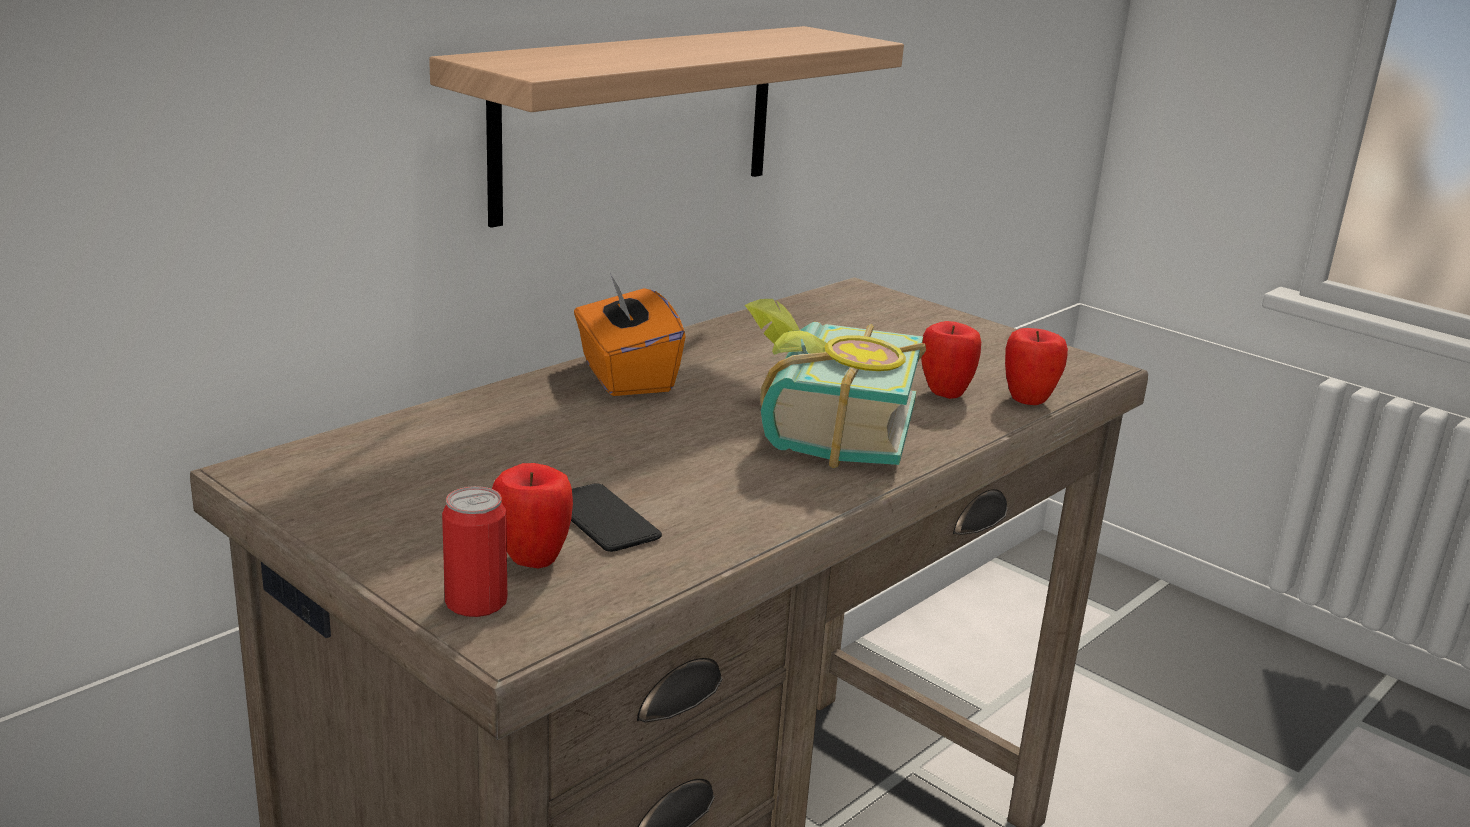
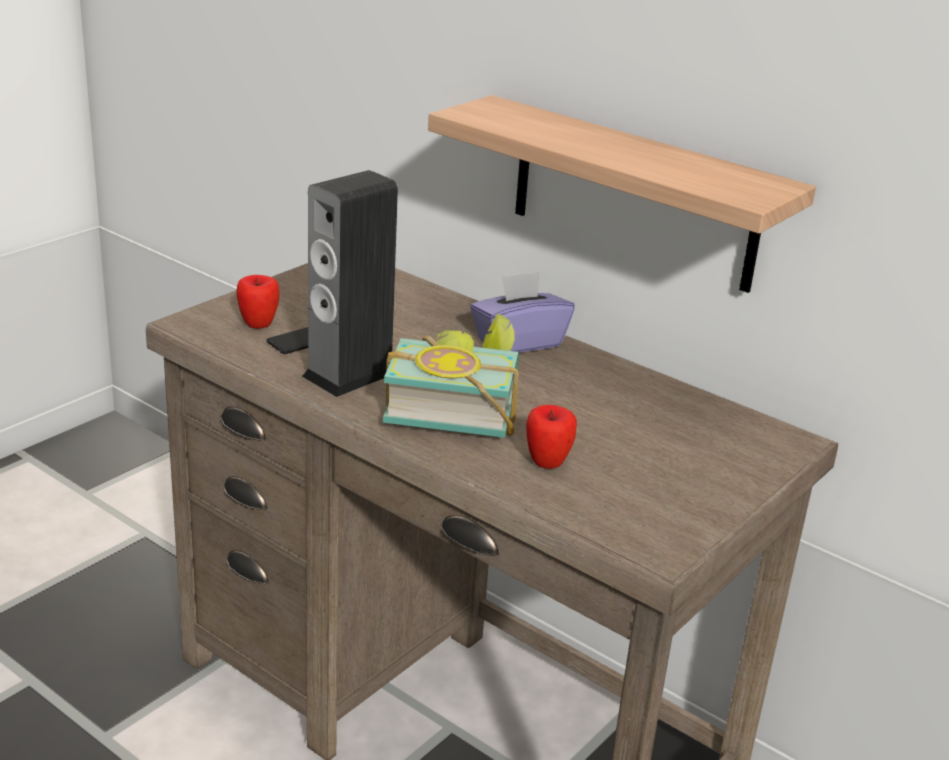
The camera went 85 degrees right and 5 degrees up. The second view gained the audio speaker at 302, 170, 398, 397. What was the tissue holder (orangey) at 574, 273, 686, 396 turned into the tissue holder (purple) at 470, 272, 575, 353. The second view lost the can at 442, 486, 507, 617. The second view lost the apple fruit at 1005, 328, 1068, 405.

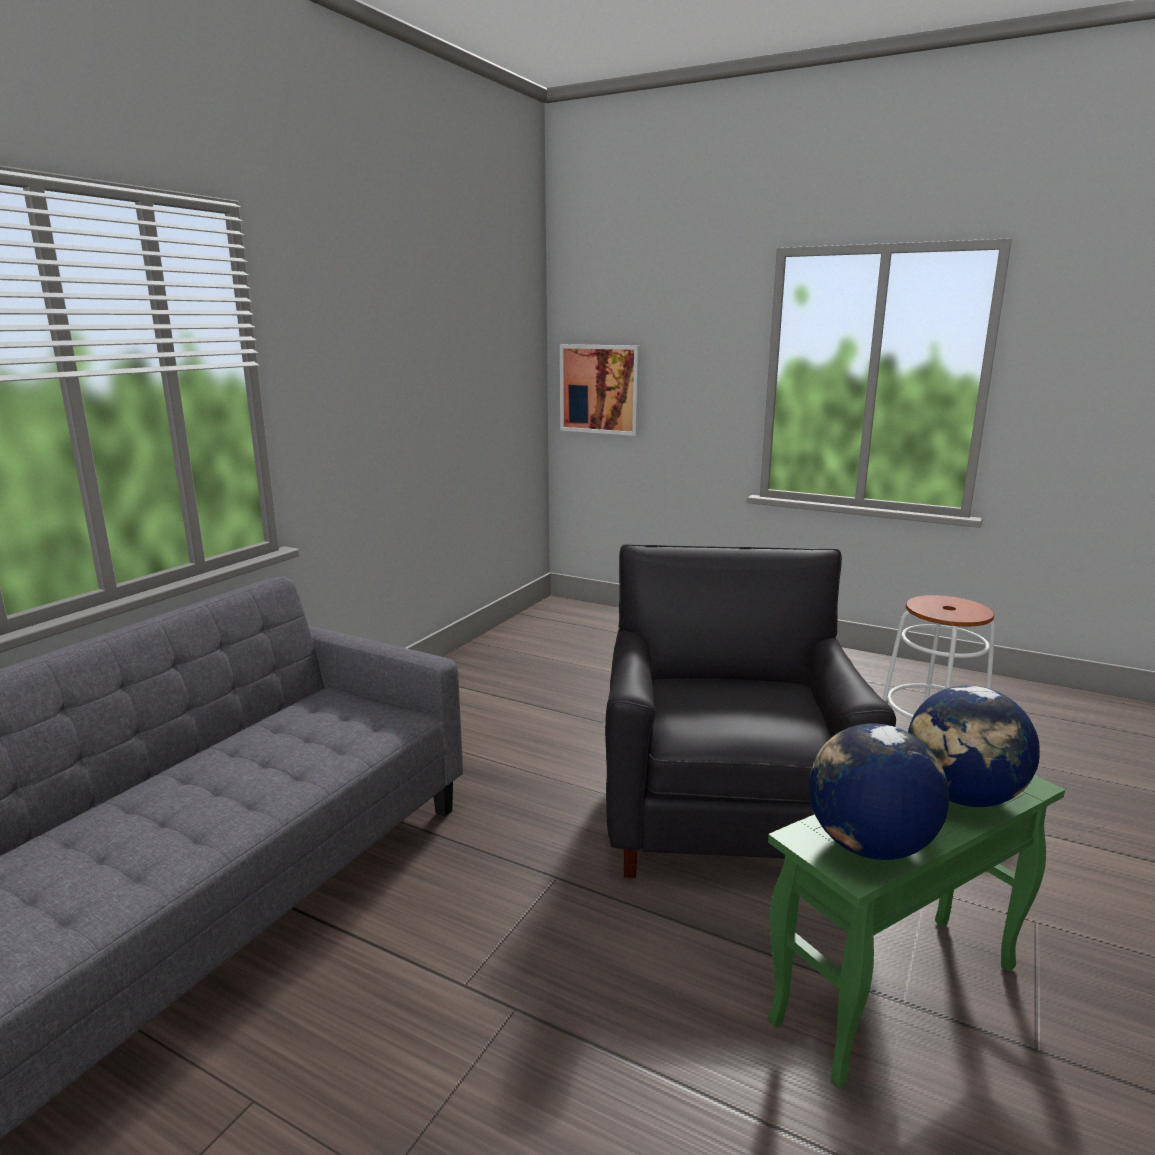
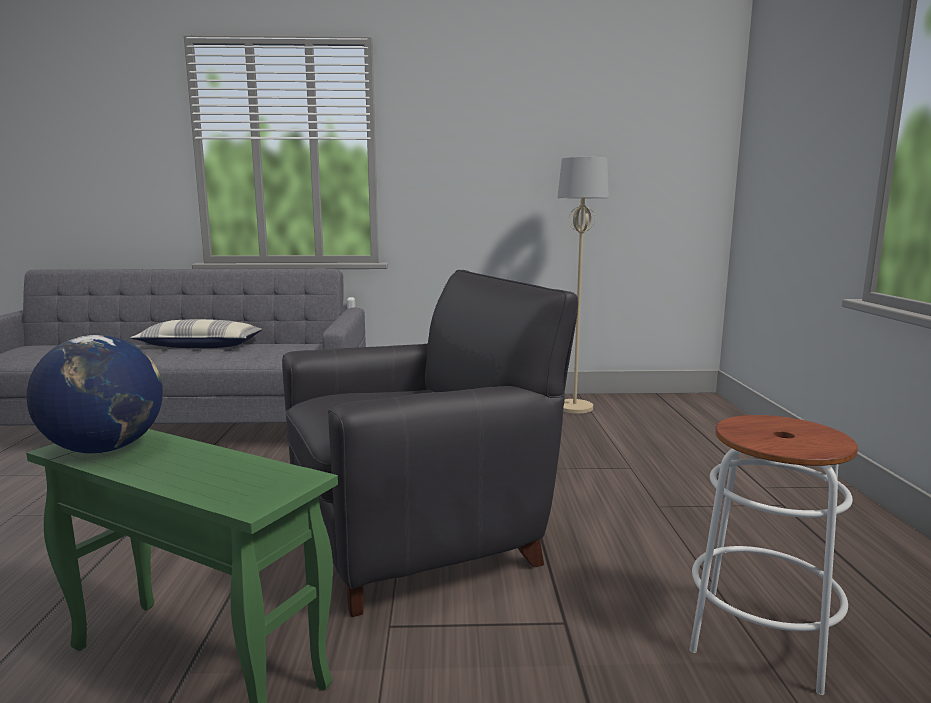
The camera went 60 degrees right and 5 degrees down. The second view gained the cushion at 131, 319, 263, 348. The second view gained the standard lamp (beige-coloured) at 557, 157, 609, 414. The second view lost the picture at 560, 344, 640, 436. The second view lost the globe at 908, 685, 1040, 807.

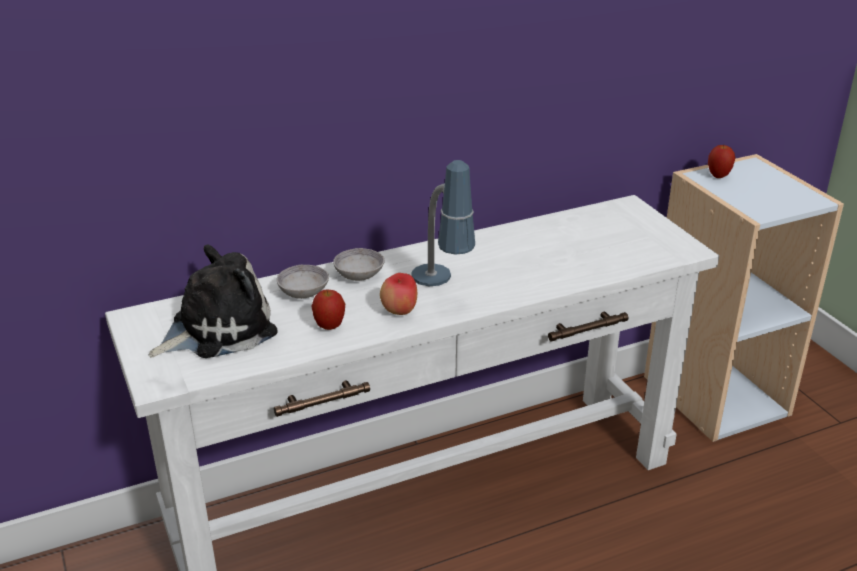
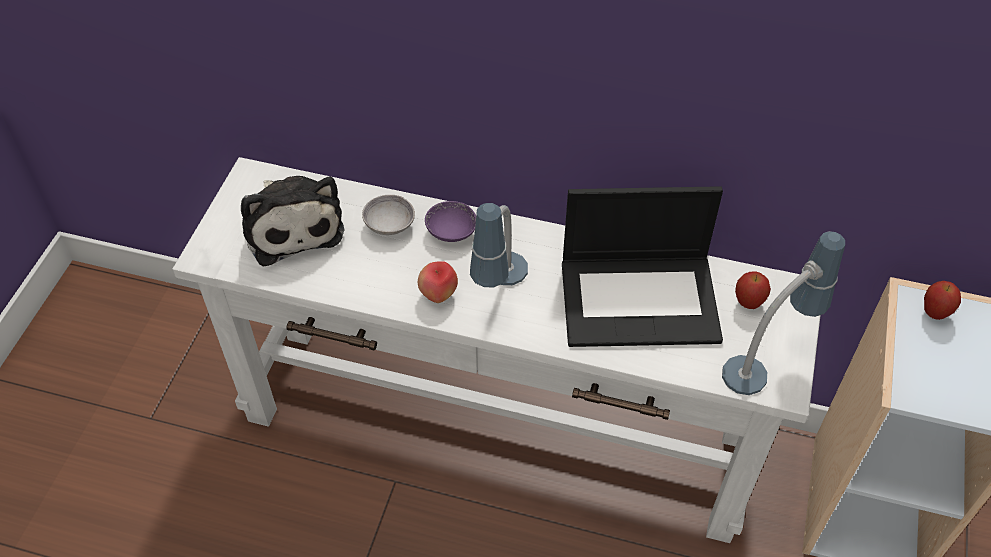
The camera went 40 degrees right and 20 degrees up. The soft toy at 148, 244, 278, 358 ended up facing another way, 60 degrees clockwise from before. What was the bowl (grey) at 333, 248, 385, 281 turned into the bowl (purple) at 425, 201, 476, 242. The second view gained the notebook computer at 562, 186, 723, 347. The second view gained the table lamp at 722, 231, 845, 395. The apple fruit ended up elsewhere, having gone from 312, 289, 345, 330 to 735, 271, 771, 309.

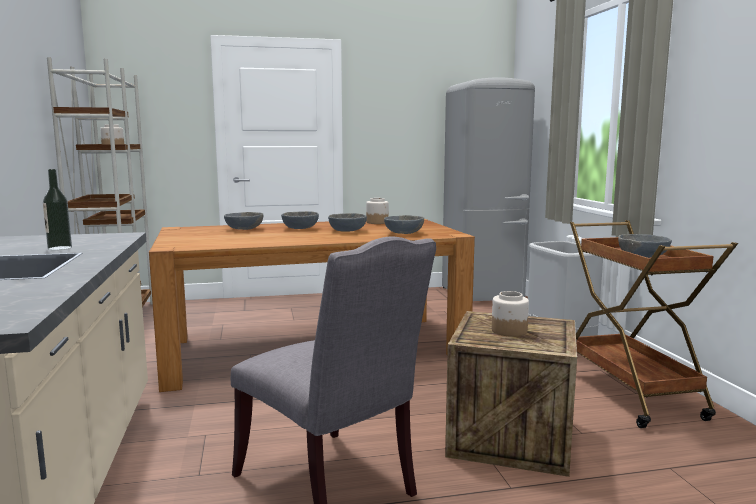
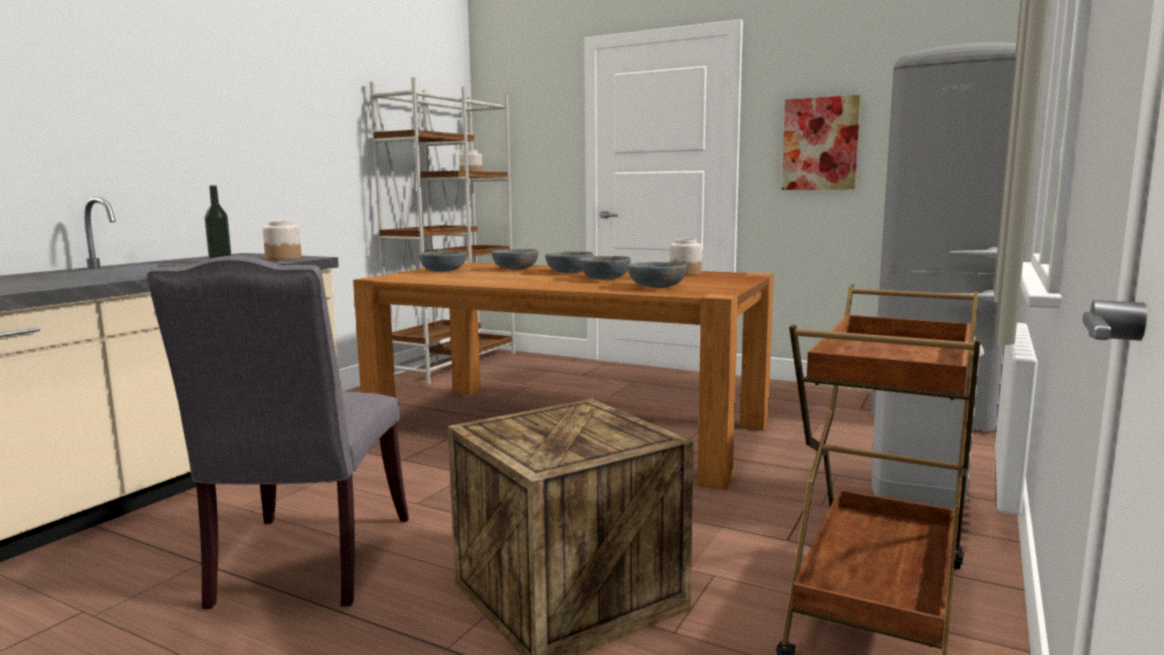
The camera went 40 degrees right and 0 degrees up. The storage jar ended up elsewhere, having gone from 492, 291, 529, 337 to 263, 221, 302, 260. The bowl (grey) ended up elsewhere, having gone from 618, 234, 672, 258 to 419, 250, 467, 272. The second view gained the picture at 782, 95, 861, 190.

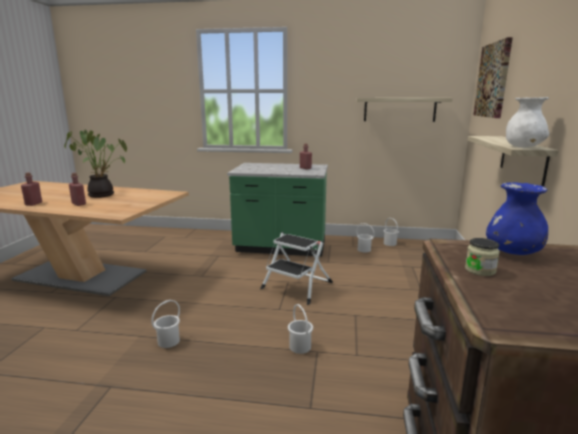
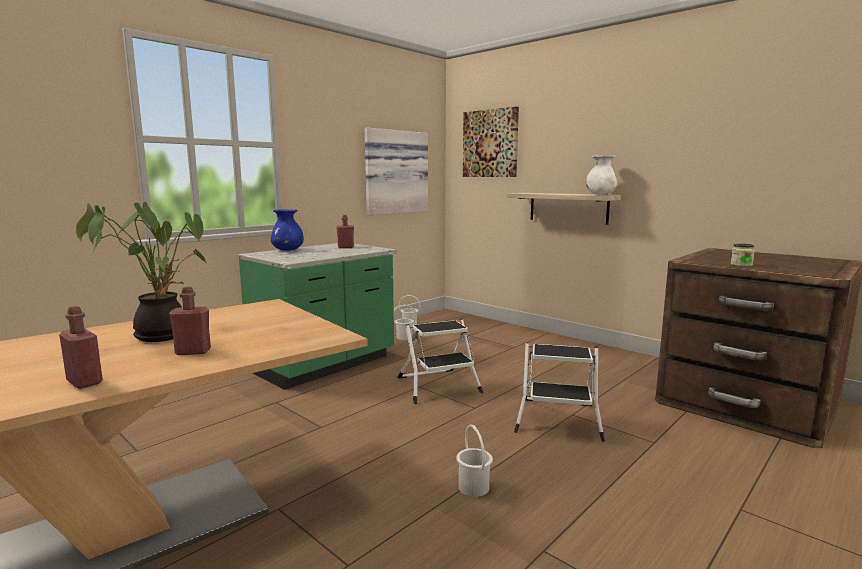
The camera went 55 degrees left and 5 degrees down. The decorative vase (blue-coloured) ended up elsewhere, having gone from 486, 182, 548, 255 to 271, 209, 304, 251. Where the shelf hung at 356, 98, 453, 122, the picture came to hang at 365, 128, 428, 215. Where the pail (white) stood at 288, 304, 313, 354, the step ladder came to stand at 514, 342, 605, 442.

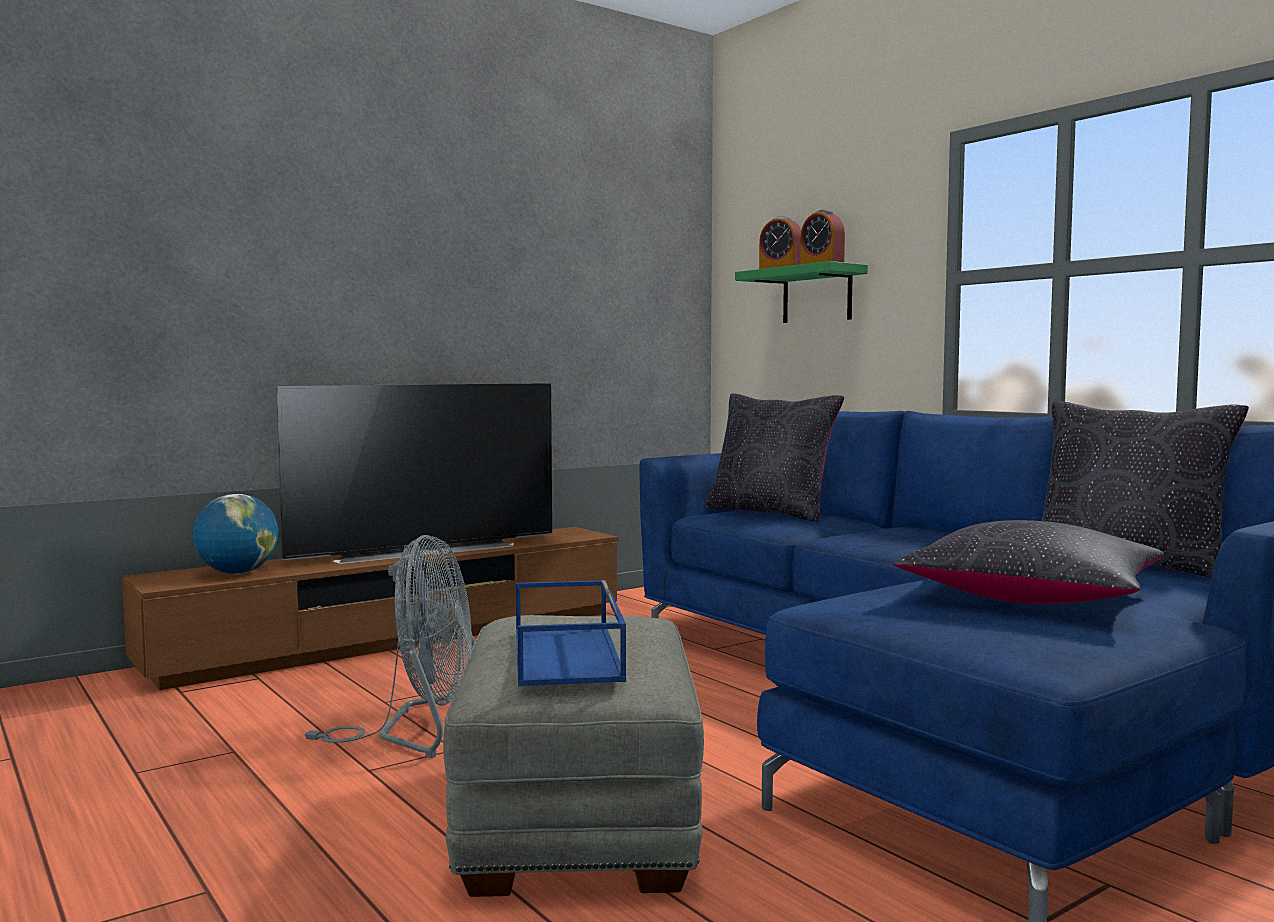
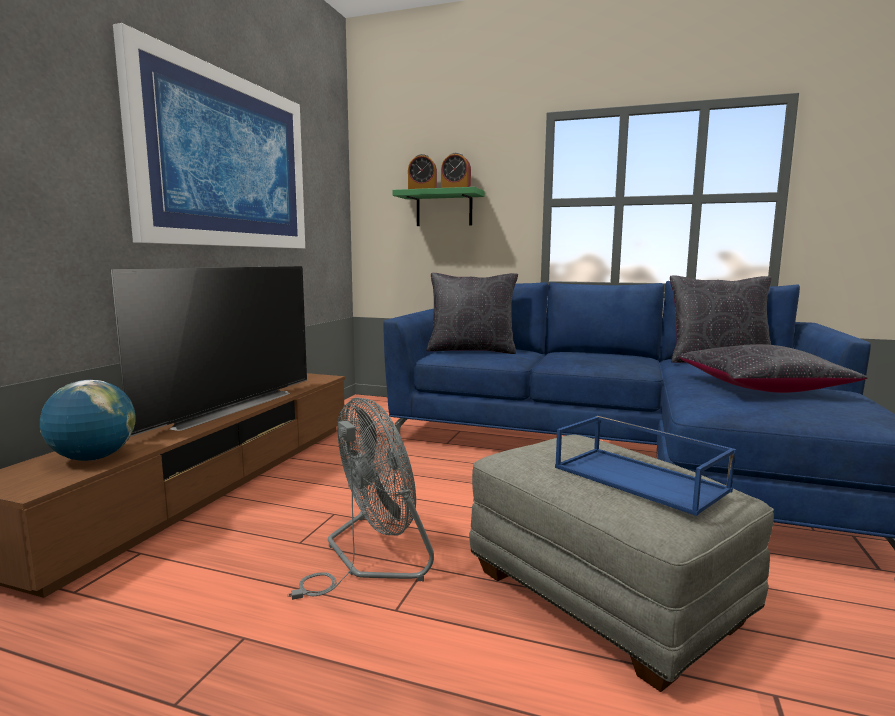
The camera went 35 degrees left and 5 degrees up. The second view gained the picture at 113, 23, 305, 248.

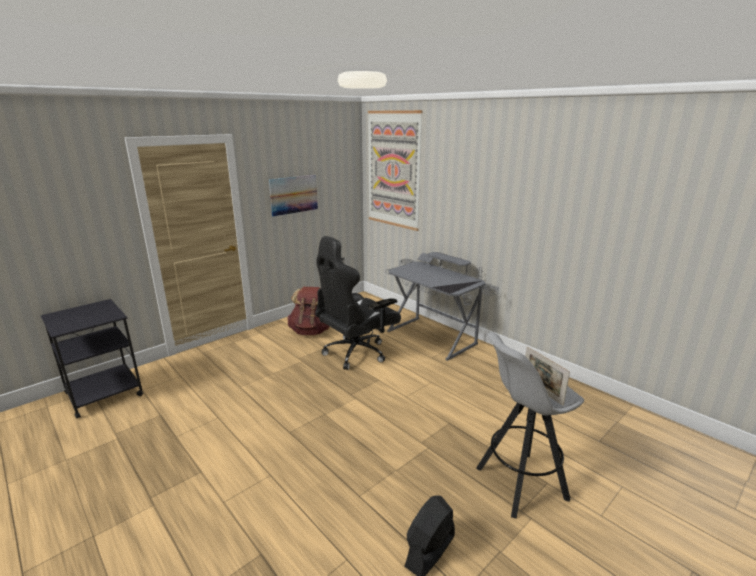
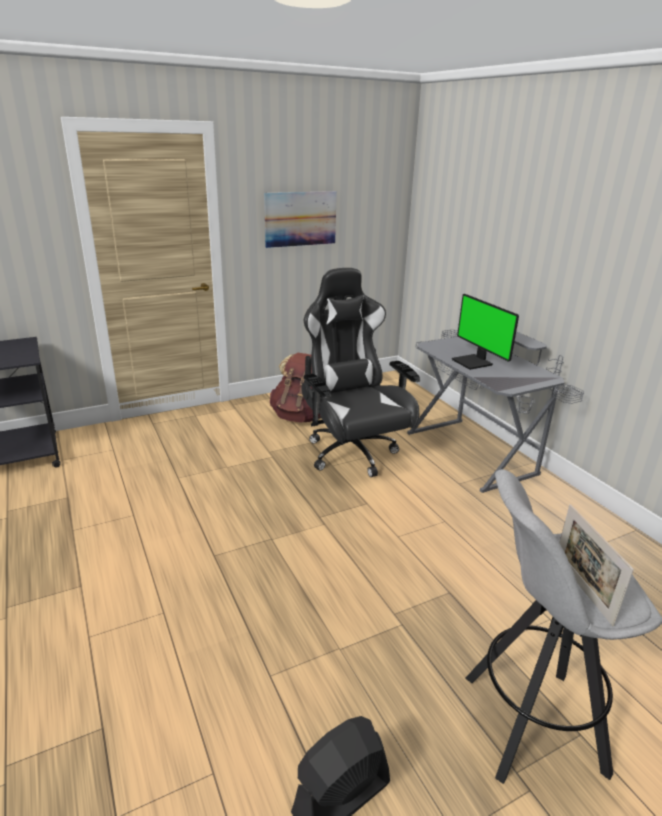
The camera went 15 degrees right and 5 degrees up. The desk chair (blackish) at 315, 236, 401, 370 ended up facing another way, 90 degrees clockwise from before. The second view gained the computer display at 452, 294, 519, 370. The second view lost the picture at 368, 110, 423, 231.

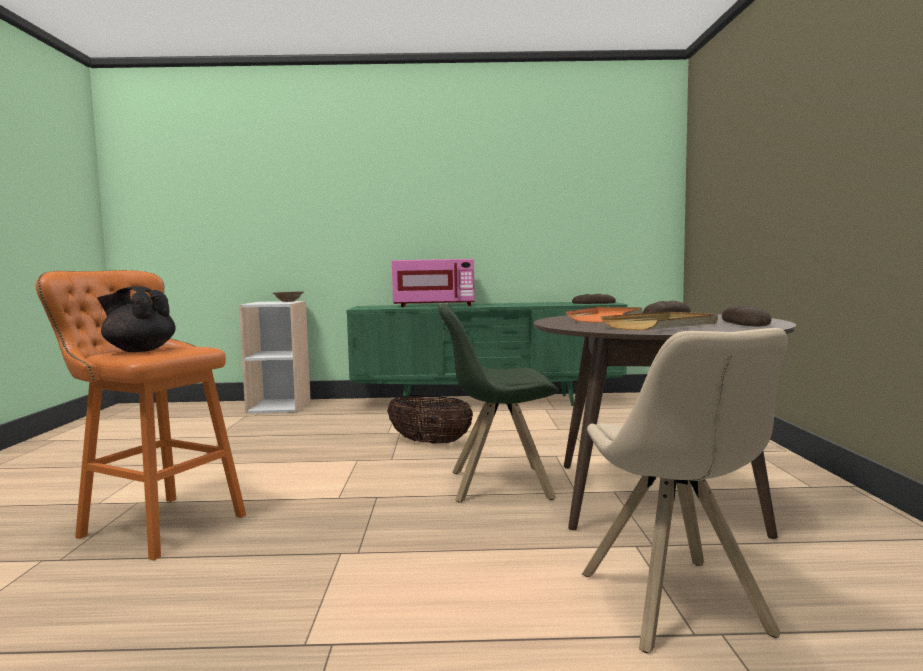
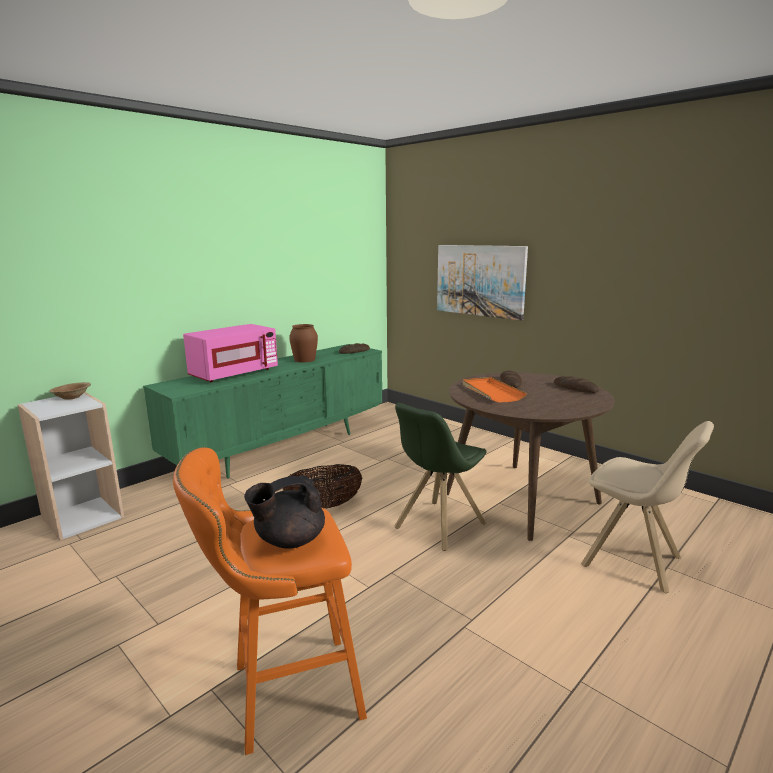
The camera went 45 degrees left and 10 degrees up. The second view gained the decorative vase (brownish) at 289, 324, 318, 362. The second view gained the picture at 437, 245, 528, 321. The second view lost the serving tray (beige-coloured) at 601, 312, 718, 330.

